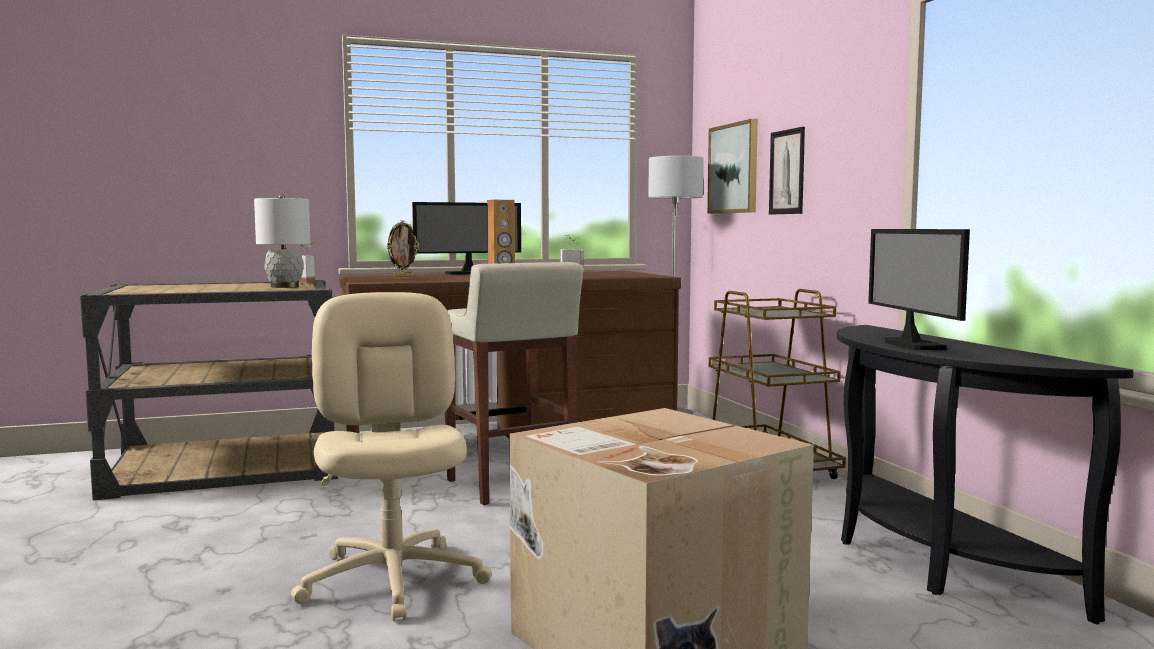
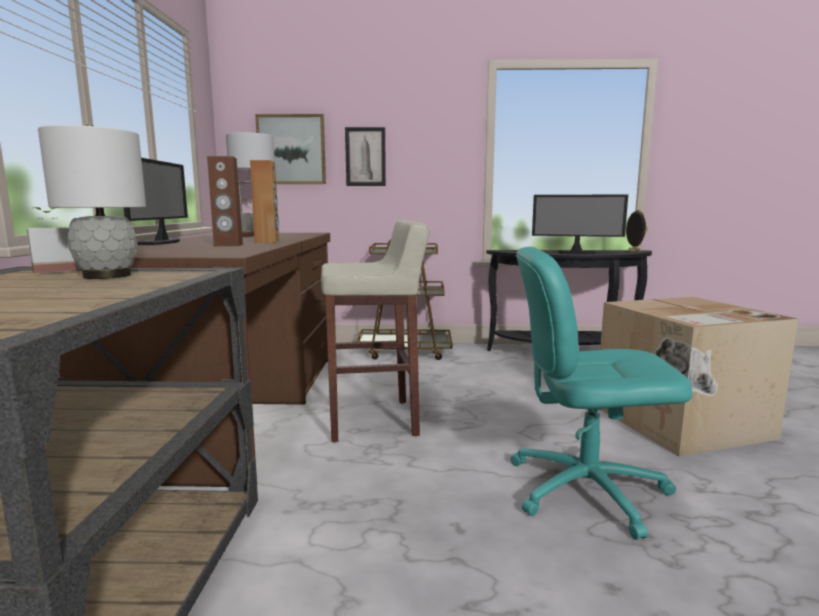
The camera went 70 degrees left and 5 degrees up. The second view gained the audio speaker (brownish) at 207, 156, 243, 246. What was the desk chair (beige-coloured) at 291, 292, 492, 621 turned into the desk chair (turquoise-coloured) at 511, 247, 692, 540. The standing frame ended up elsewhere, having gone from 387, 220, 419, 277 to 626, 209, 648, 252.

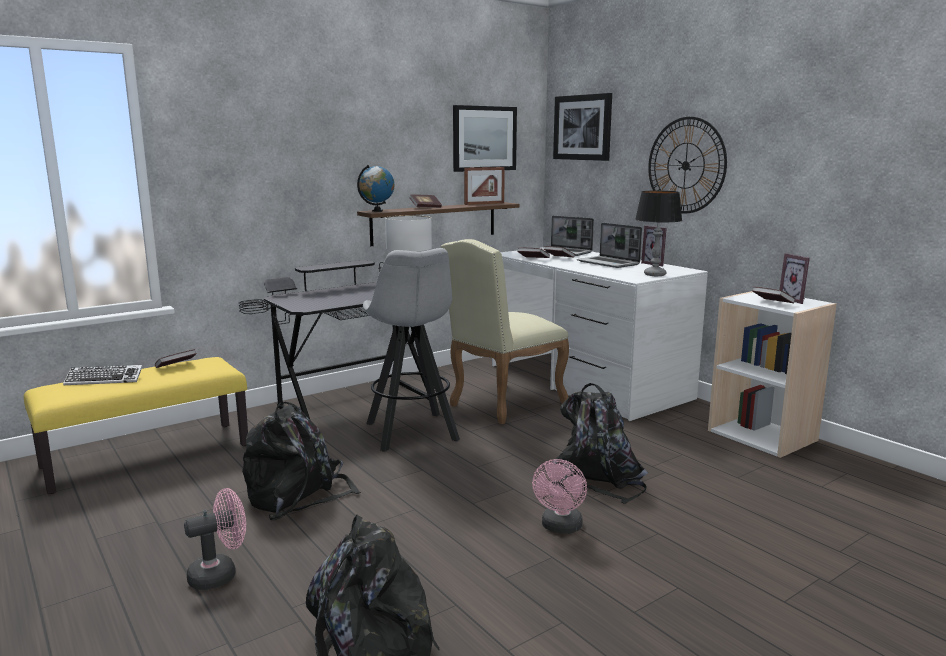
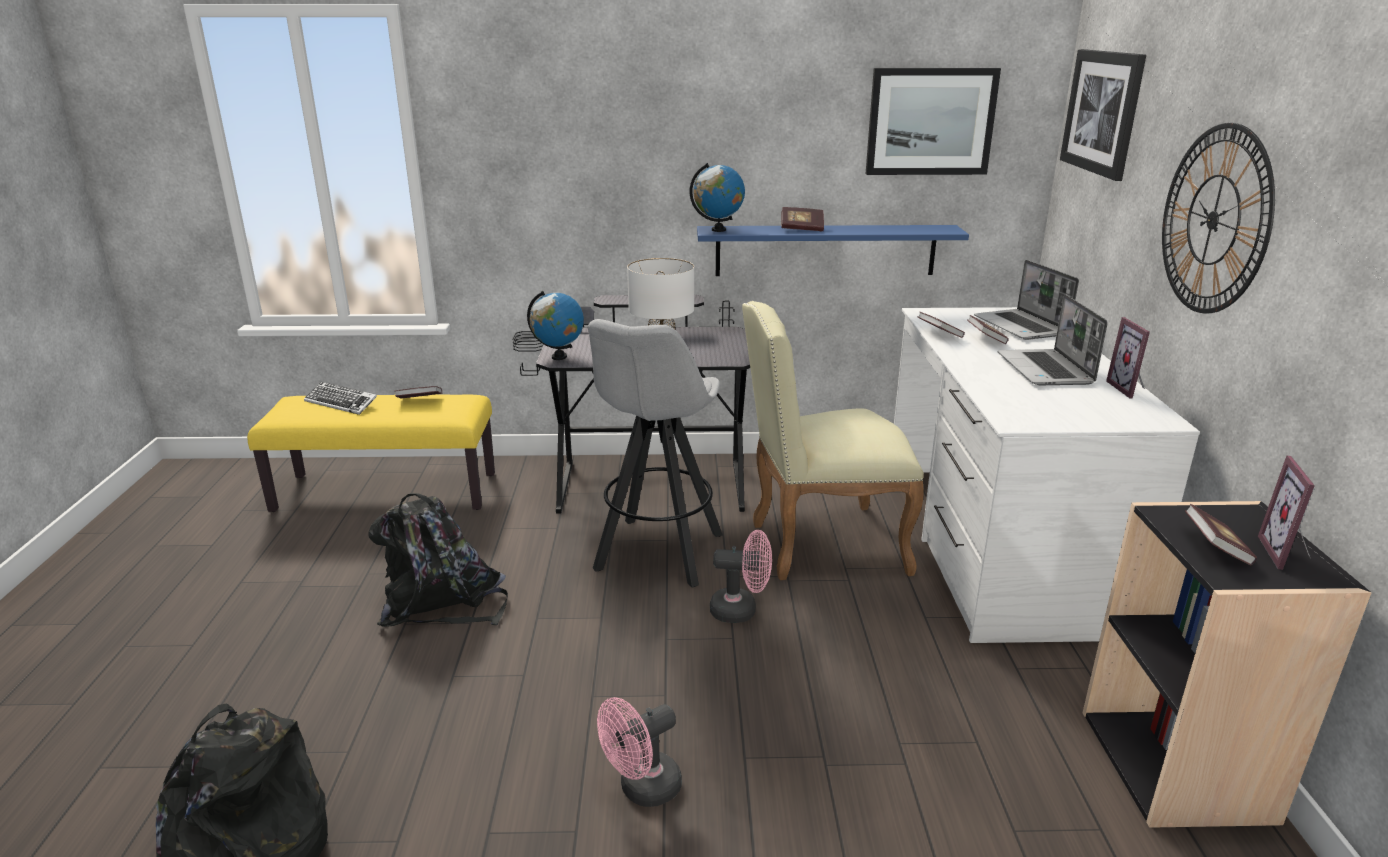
The camera went 35 degrees right and 10 degrees up. The second view gained the globe at 527, 291, 584, 360. What was the shelf (brownish) at 357, 202, 519, 246 turned into the shelf (blue-coloured) at 697, 225, 969, 276. The electric fan (pink) ended up elsewhere, having gone from 184, 488, 246, 590 to 710, 530, 772, 623. What was the bookcase (white) at 708, 291, 837, 458 turned into the bookcase (blackish) at 1083, 501, 1371, 828. The second view lost the standing frame at 464, 167, 505, 205. The second view lost the knapsack (blackish) at 553, 383, 648, 504. The second view lost the table lamp at 635, 191, 682, 276.

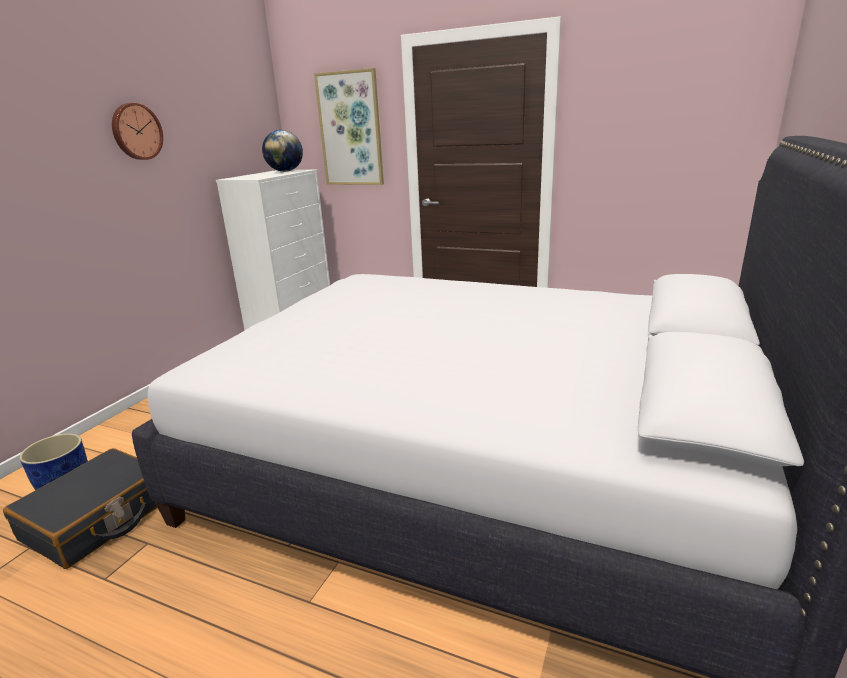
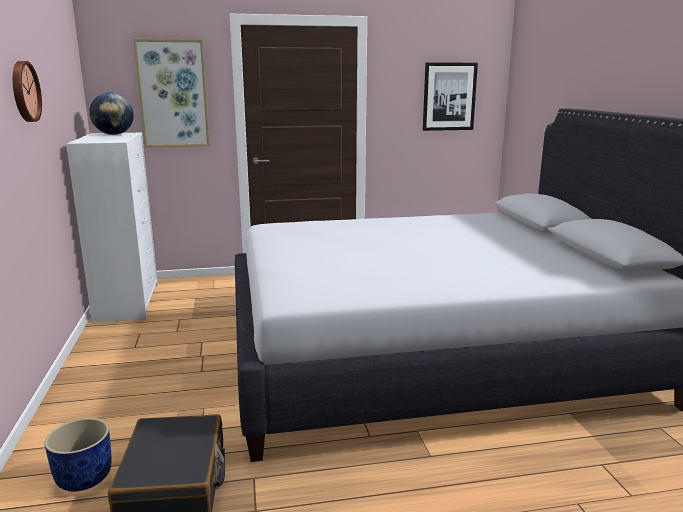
The camera went 35 degrees left and 5 degrees down. The second view gained the picture at 423, 62, 478, 131.

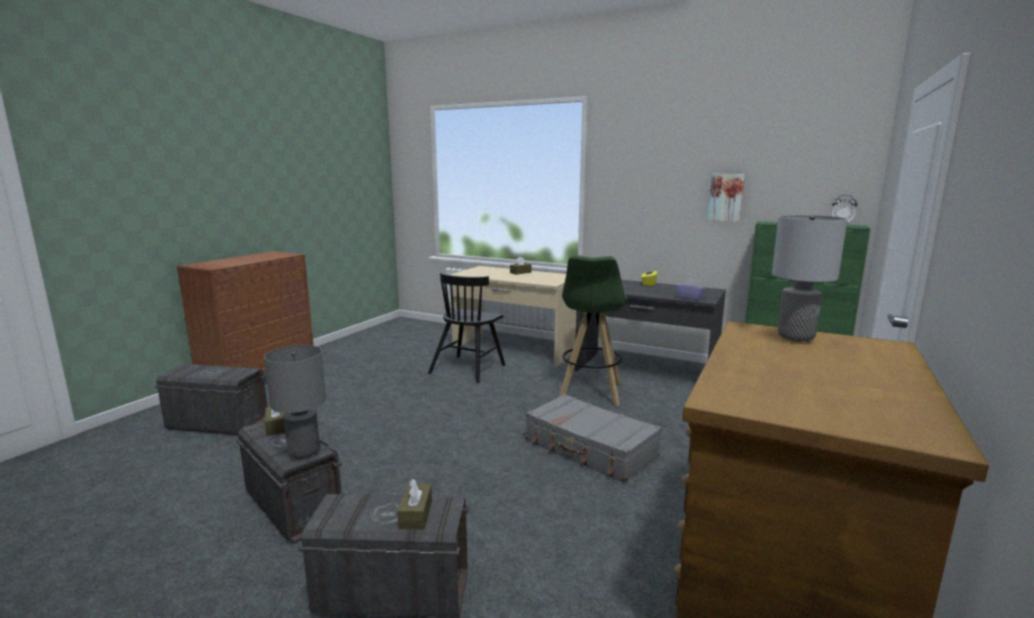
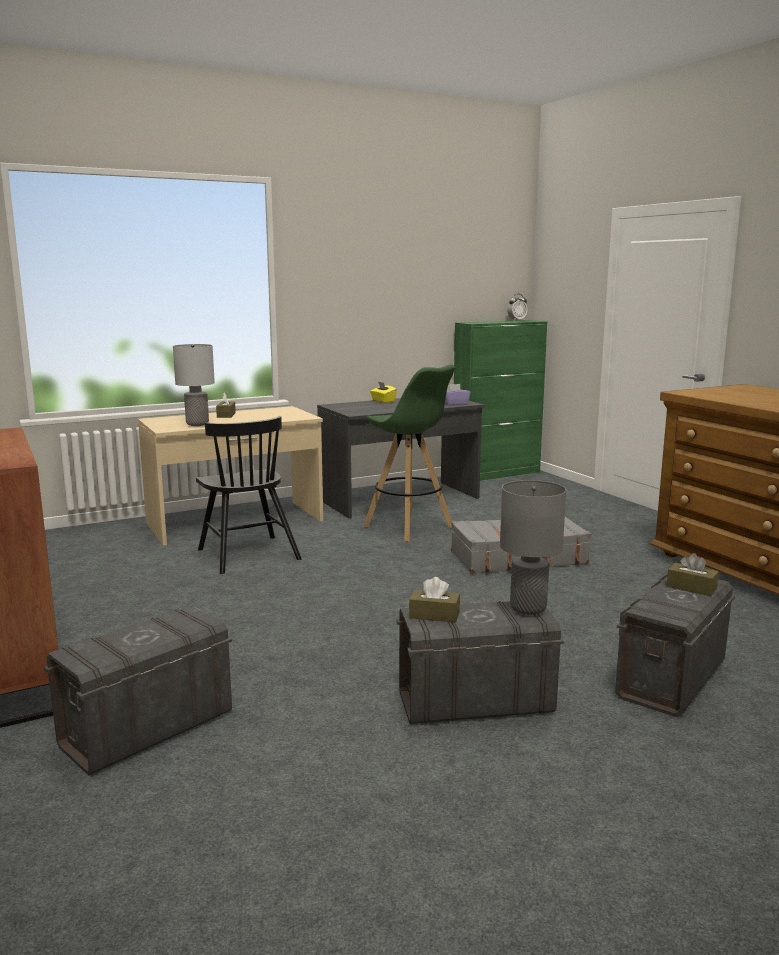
The camera went 55 degrees left and 0 degrees up. The table lamp (grey) ended up elsewhere, having gone from 772, 215, 847, 342 to 173, 344, 215, 426. The second view lost the picture at 708, 174, 745, 222.

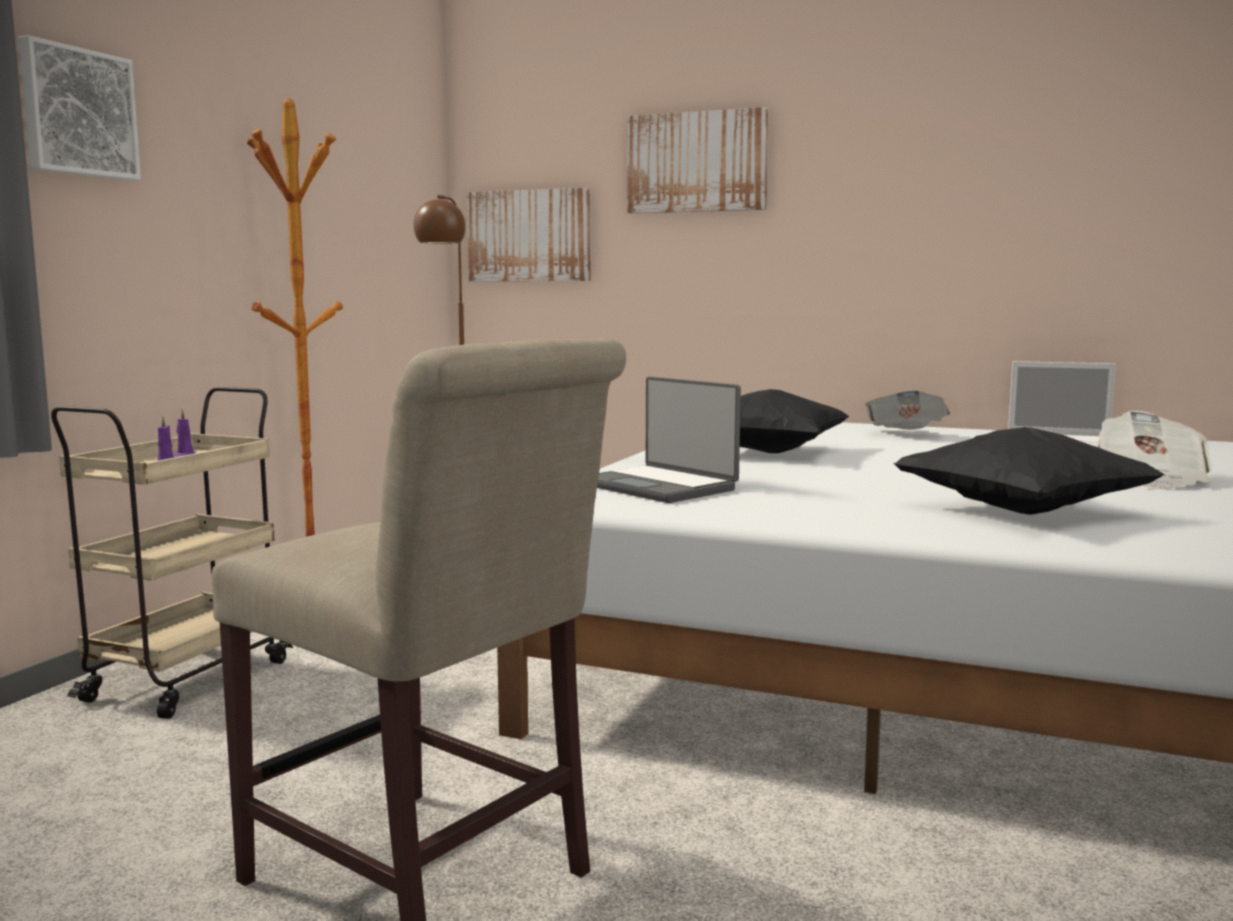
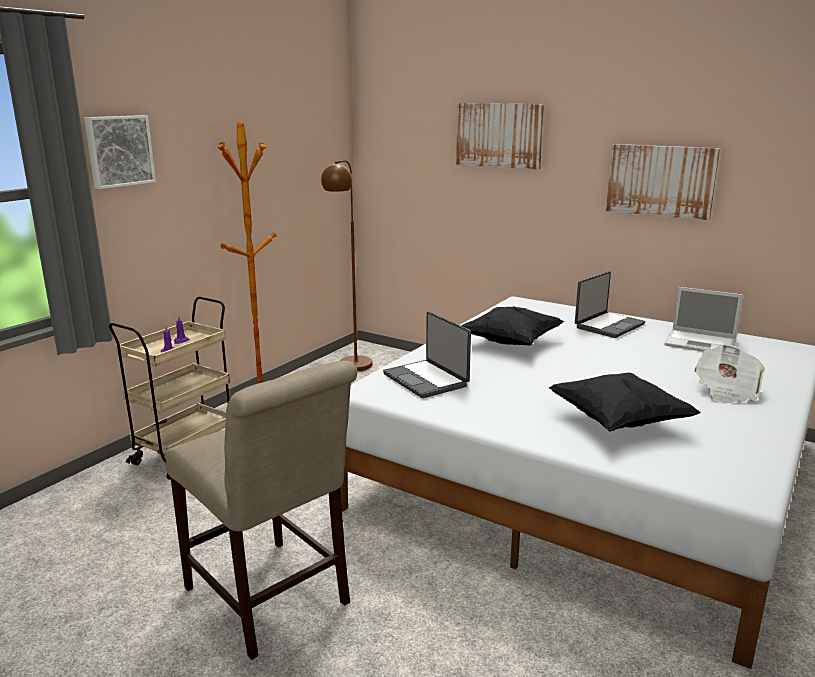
The camera went 10 degrees right and 10 degrees up. Where the newspaper stood at 865, 391, 950, 430, the notebook computer came to stand at 575, 271, 645, 338. The picture ended up elsewhere, having gone from 467, 188, 591, 281 to 606, 144, 720, 220.

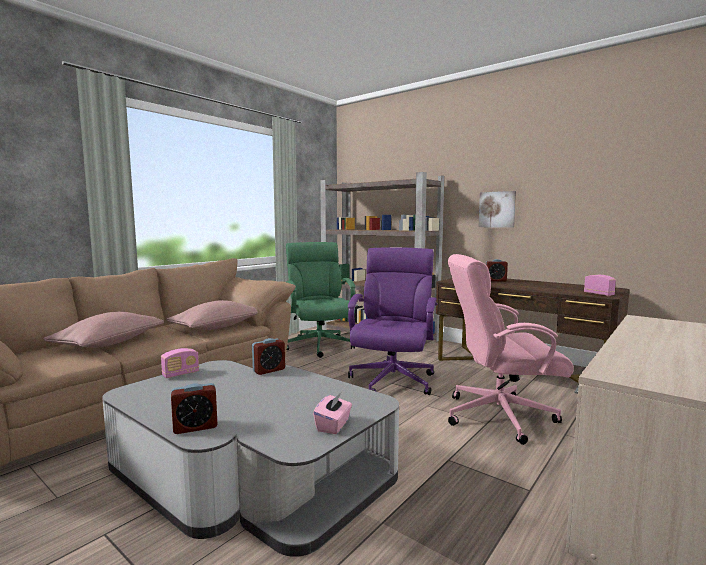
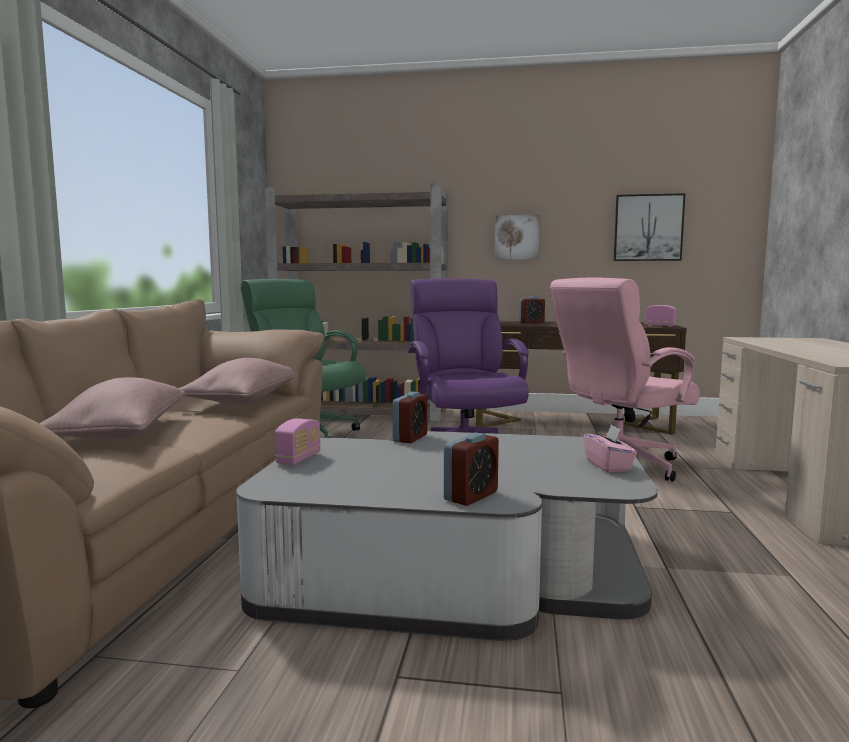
The camera went 30 degrees left and 0 degrees up. The second view gained the picture at 614, 193, 685, 261.

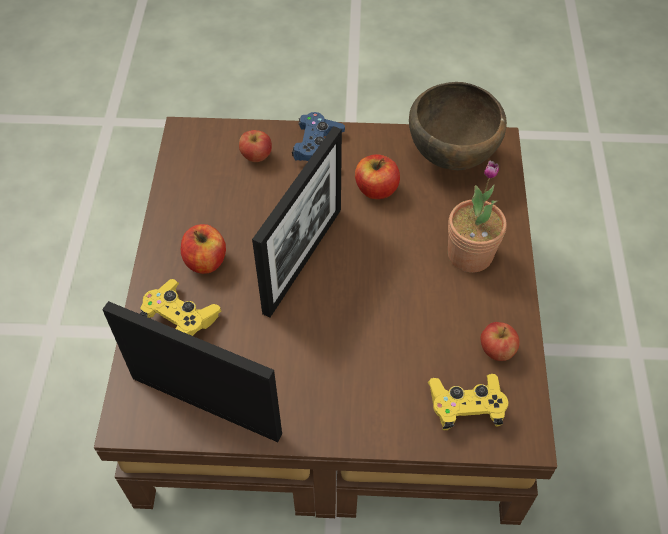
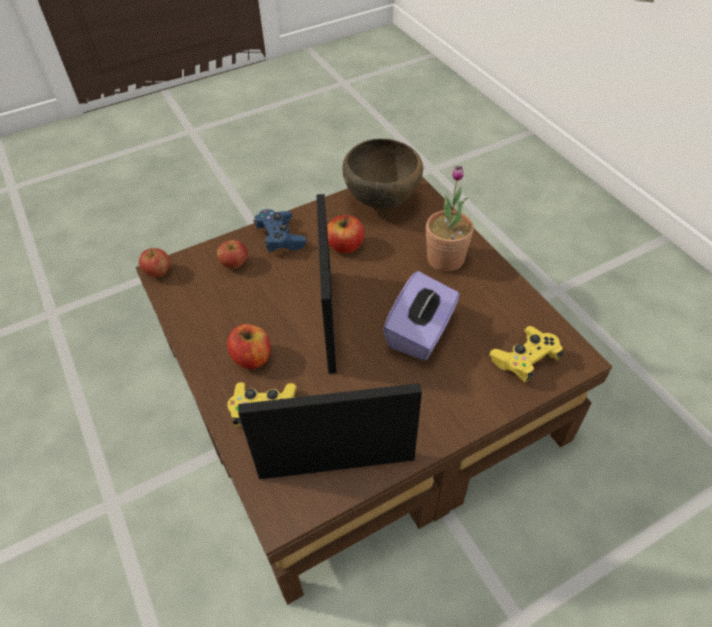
The camera went 30 degrees left and 5 degrees down. The apple fruit ended up elsewhere, having gone from 481, 322, 520, 361 to 139, 248, 170, 277. The second view gained the tissue holder (purple) at 383, 271, 460, 361.

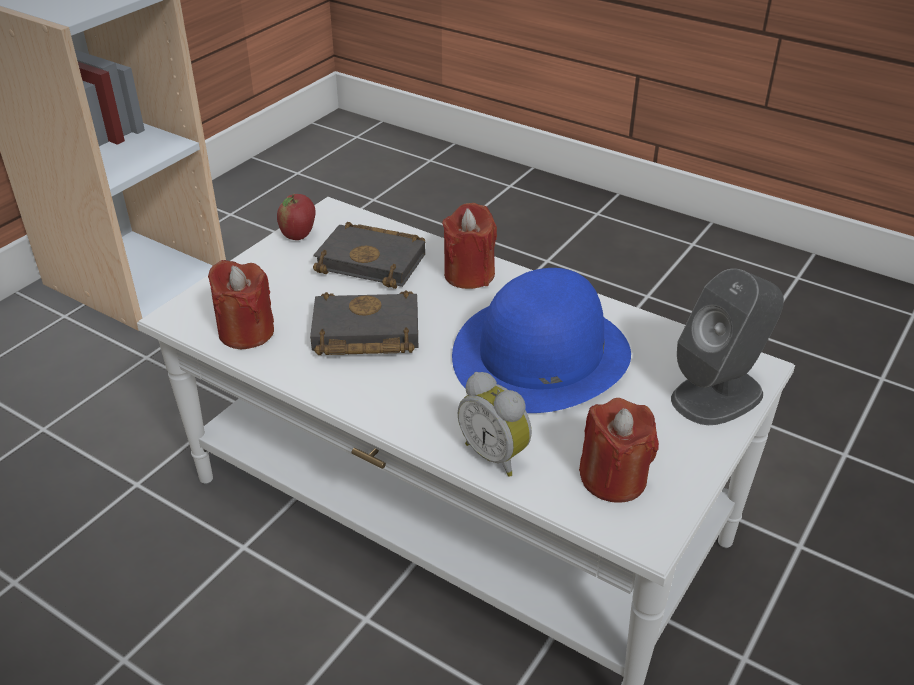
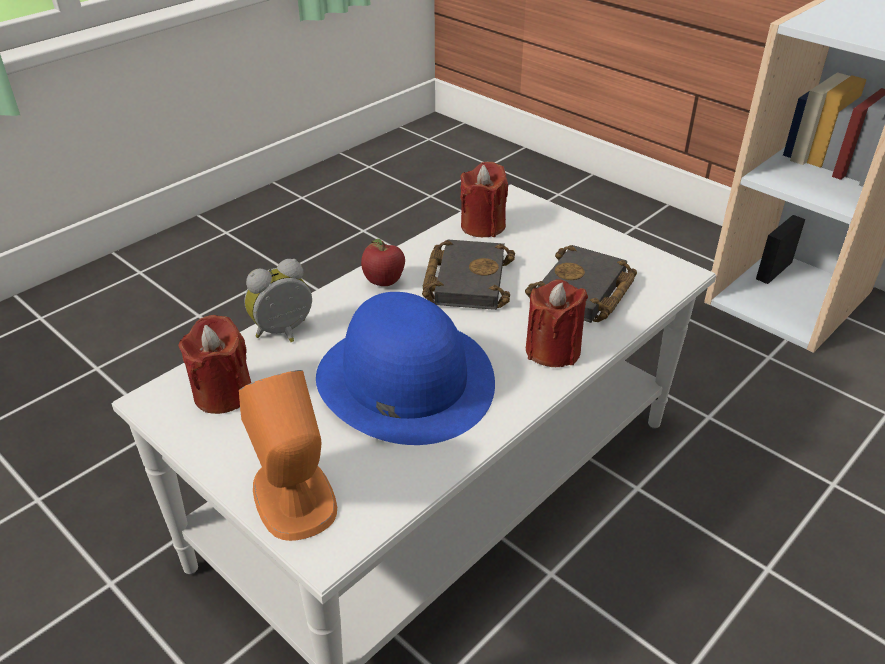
The camera went 100 degrees right and 0 degrees up. What was the audio speaker (grey) at 671, 268, 784, 425 turned into the audio speaker (orangey) at 239, 370, 337, 541. The apple fruit ended up elsewhere, having gone from 277, 194, 316, 240 to 361, 239, 405, 286.

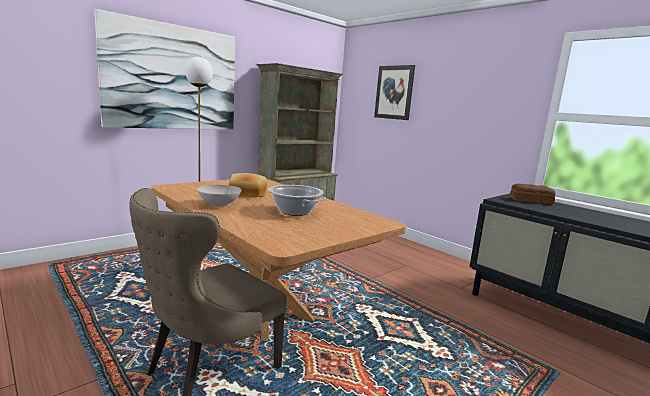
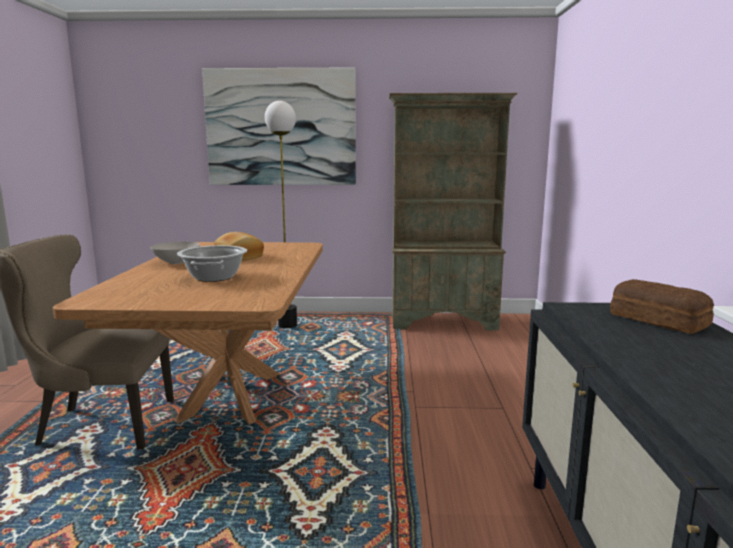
The camera went 45 degrees right and 0 degrees up. The second view lost the picture at 374, 65, 415, 120.

